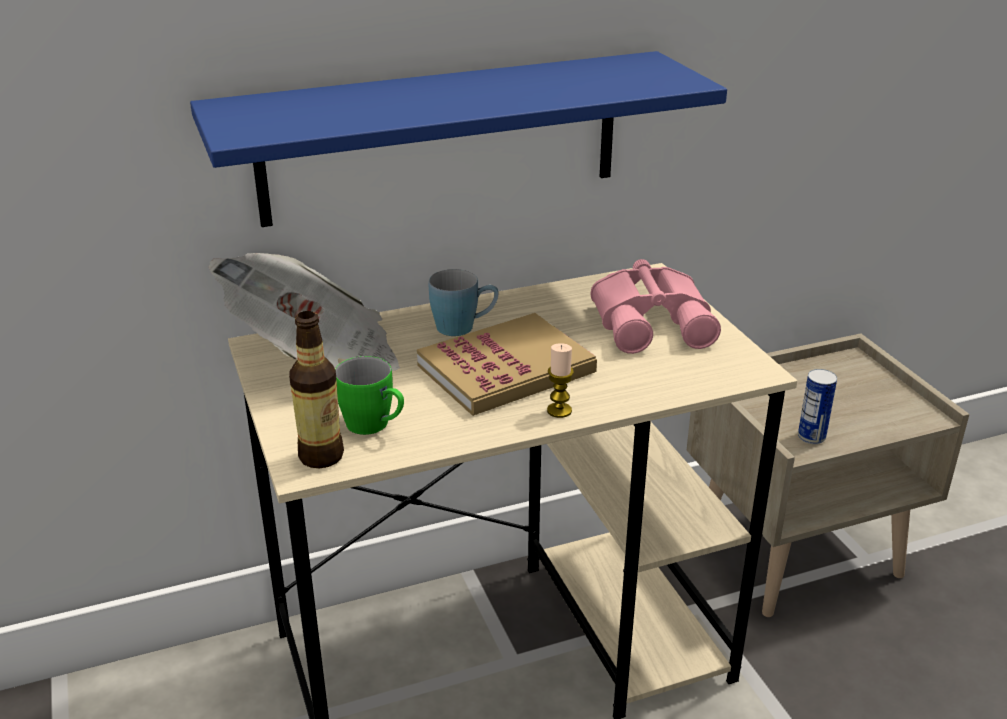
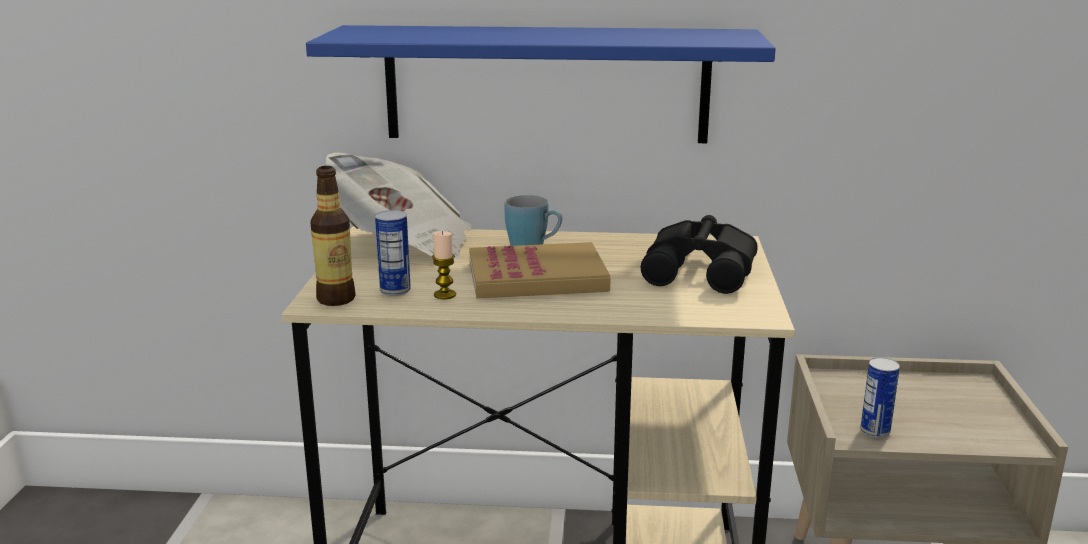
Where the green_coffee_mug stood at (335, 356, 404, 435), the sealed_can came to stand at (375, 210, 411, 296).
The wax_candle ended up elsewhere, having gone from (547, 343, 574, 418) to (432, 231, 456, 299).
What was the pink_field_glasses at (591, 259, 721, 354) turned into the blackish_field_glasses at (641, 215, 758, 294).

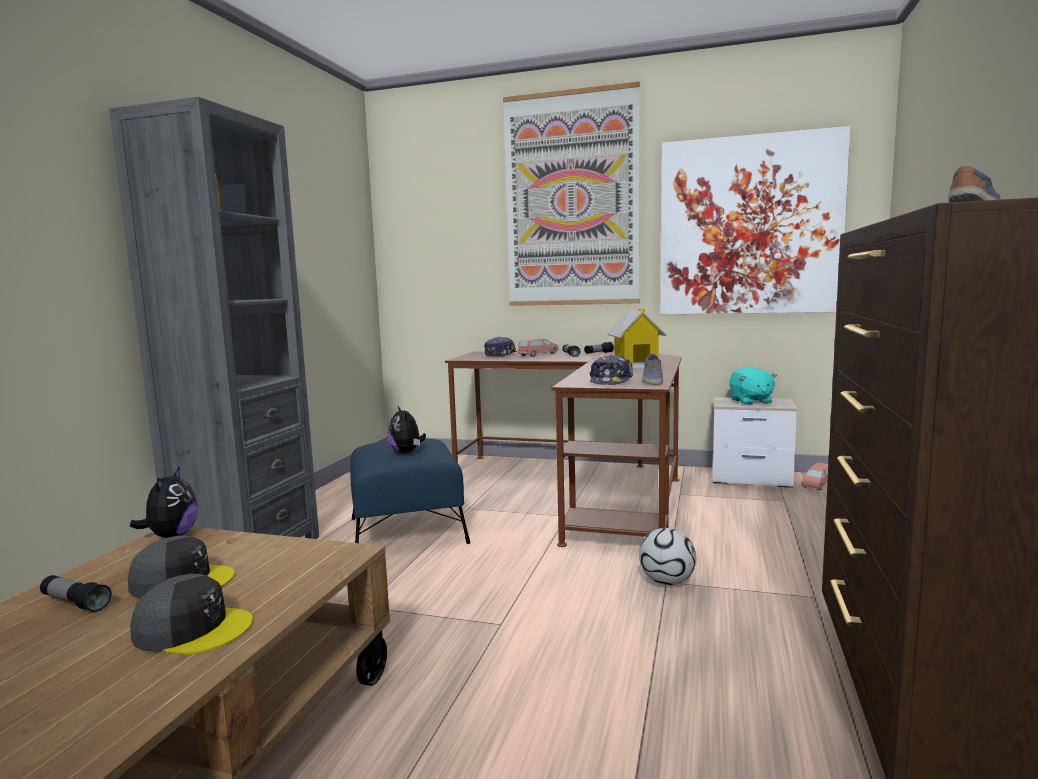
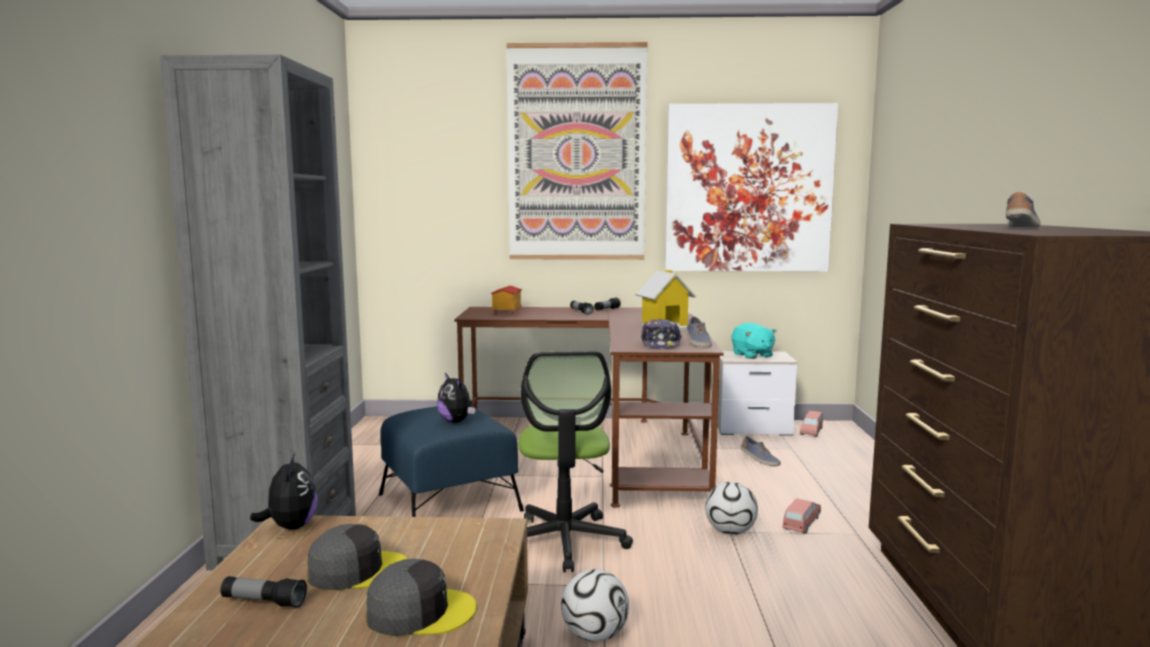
Where the cap stood at (484, 337, 517, 357), the model_house came to stand at (491, 285, 522, 314).
The second view gained the desk_chair at (518, 351, 633, 572).
The second view gained the ball_for_football at (561, 569, 629, 642).
The second view gained the low_shoe at (740, 436, 781, 466).
The pink_toy_car ended up elsewhere, having gone from (518, 338, 559, 357) to (783, 498, 821, 534).

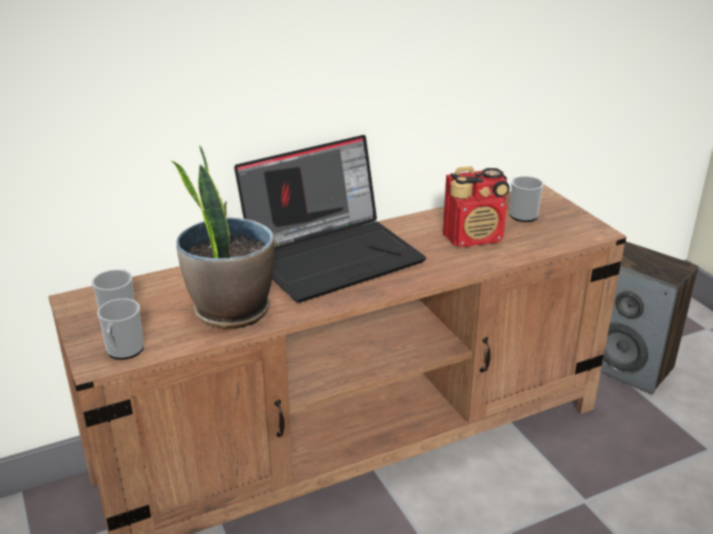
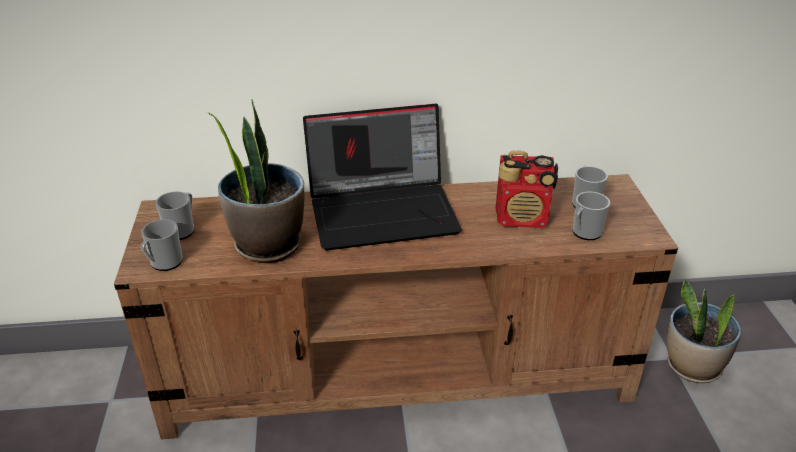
The second view gained the coffee_mug at (572, 192, 610, 240).
Where the speaker stood at (601, 242, 699, 395), the potted_plant came to stand at (667, 279, 741, 383).

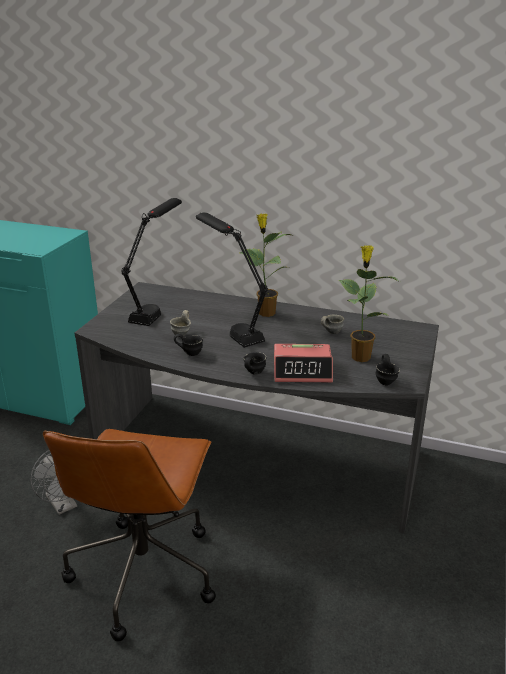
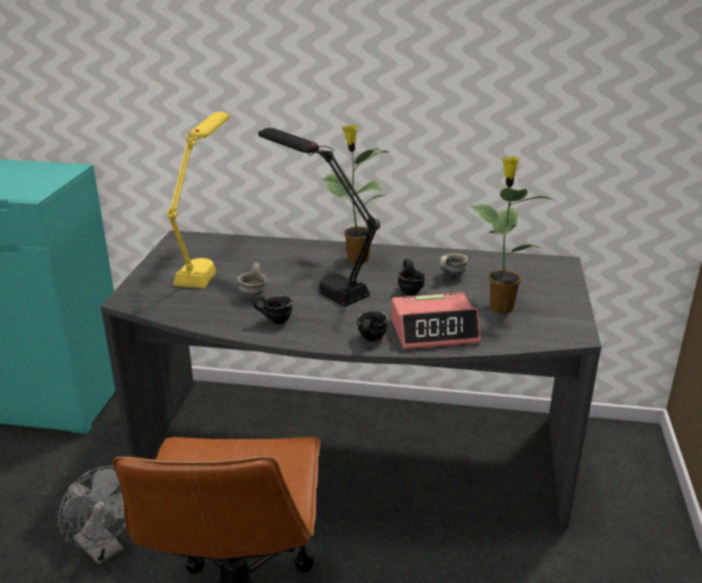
What was the blackish_lamp_for_a_table at (122, 198, 182, 326) turned into the yellow-coloured_lamp_for_a_table at (167, 112, 230, 288).
The blackish_coffee_mug ended up elsewhere, having gone from (376, 354, 400, 385) to (398, 259, 426, 296).

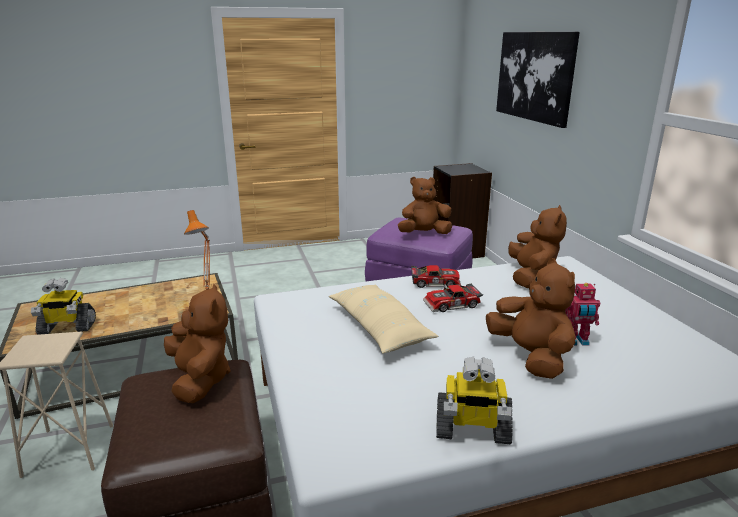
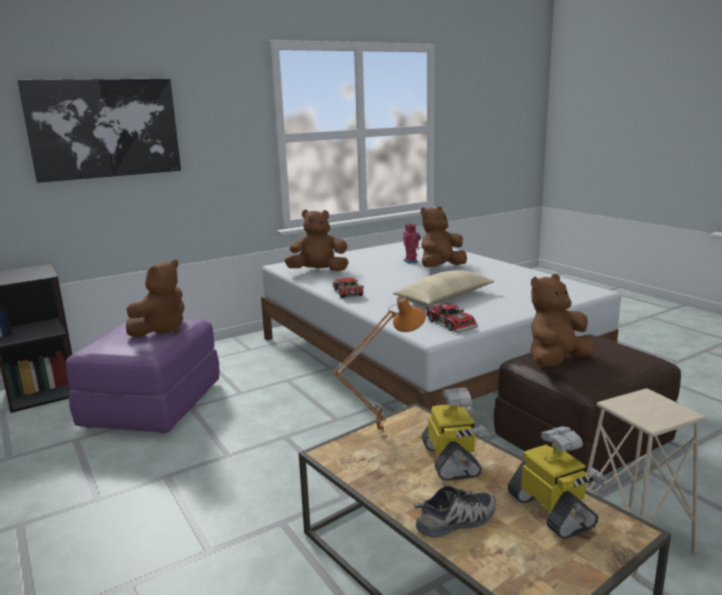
The brown-coloured_plush_toy at (398, 177, 452, 234) ended up facing another way, 120 degrees counterclockwise from before.
The second view gained the low_shoe at (414, 486, 496, 537).
The model_robot ended up elsewhere, having gone from (436, 357, 513, 444) to (422, 388, 490, 481).
The toy_car ended up elsewhere, having gone from (423, 283, 483, 312) to (425, 302, 478, 333).

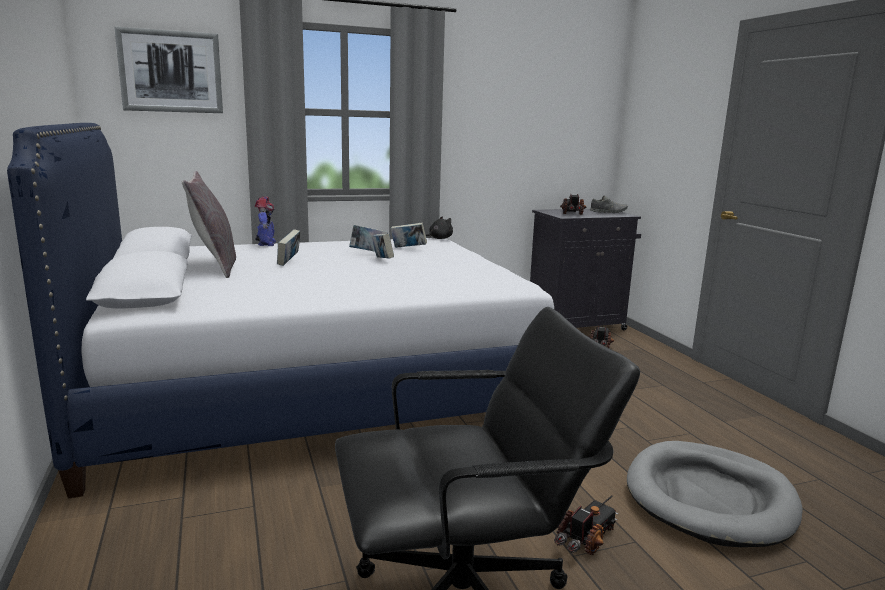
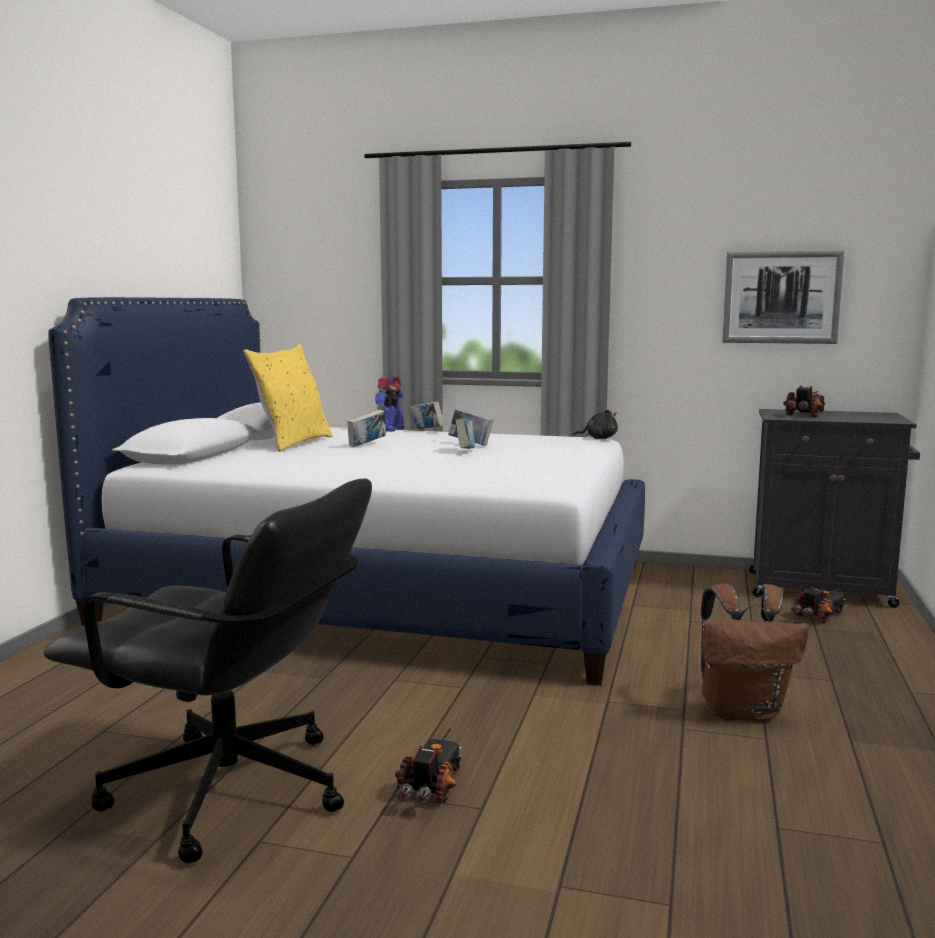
What was the grey_cushion at (182, 171, 236, 278) turned into the yellow-coloured_cushion at (243, 344, 333, 452).
The toy_lorry at (554, 495, 618, 555) ended up facing another way, 60 degrees counterclockwise from before.
The bound_book ended up elsewhere, having gone from (391, 222, 427, 248) to (411, 401, 445, 429).
The second view gained the brown-coloured_knapsack at (701, 583, 809, 721).
The wall_art ended up elsewhere, having gone from (114, 26, 223, 113) to (722, 250, 844, 344).
The second view lost the grey_low_shoe at (590, 196, 628, 213).
The second view lost the grey_dog_bed at (627, 441, 803, 547).

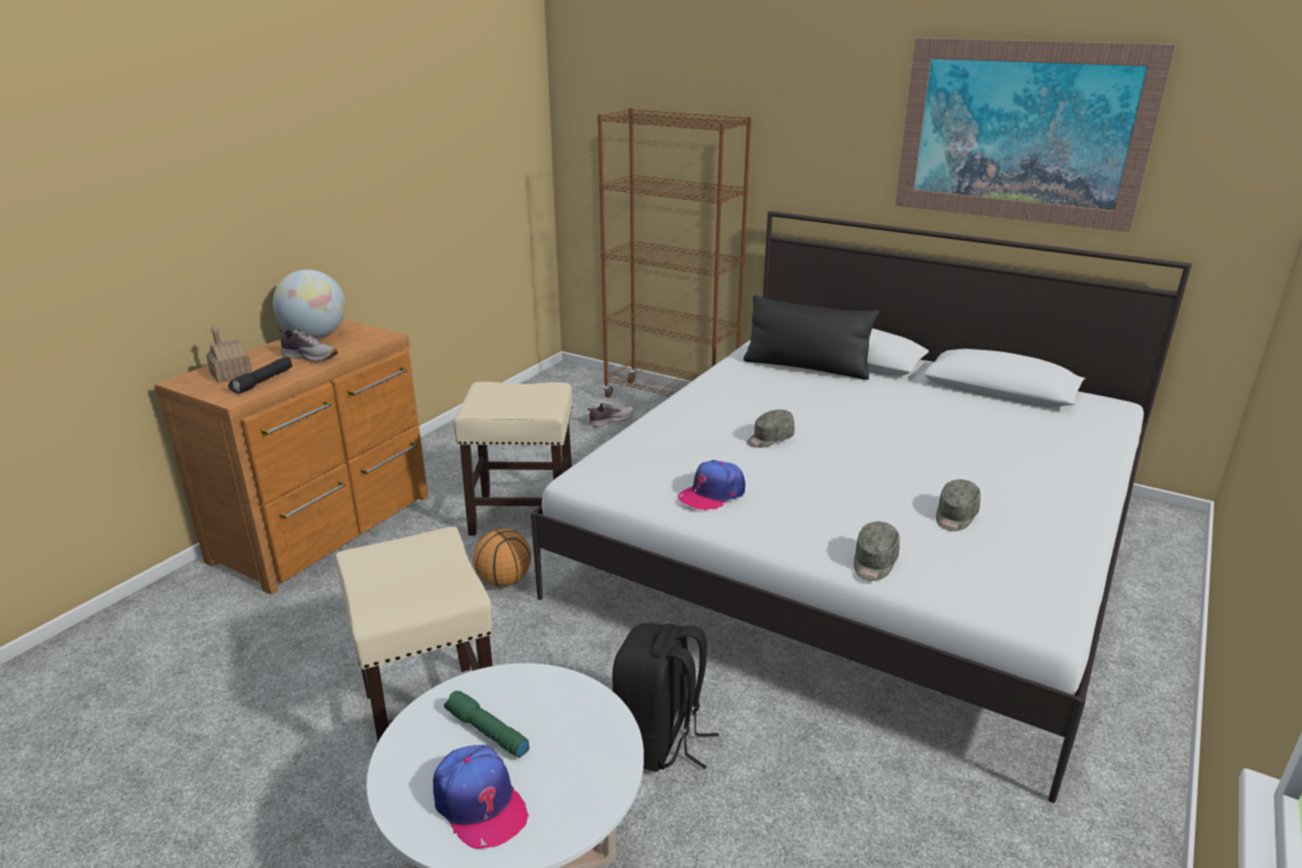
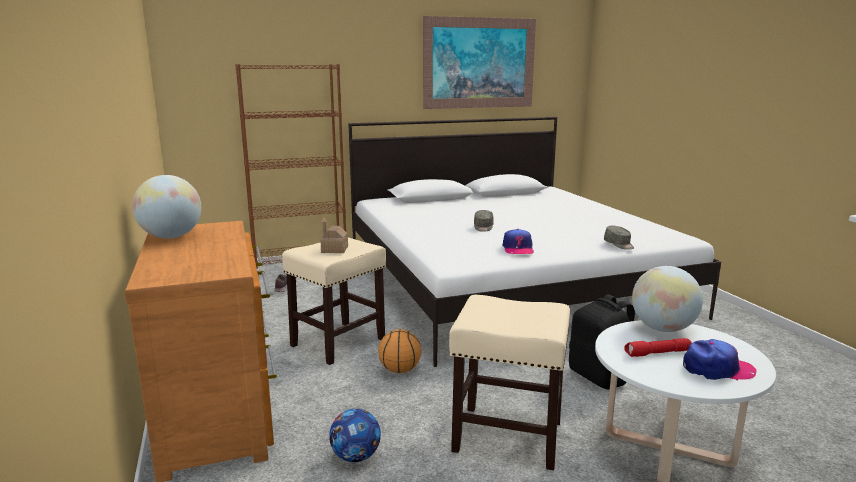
The model_house ended up elsewhere, having gone from (206, 324, 253, 383) to (320, 218, 348, 253).
The second view gained the ball_for_football at (329, 409, 381, 462).
What was the green_flashlight at (444, 691, 529, 758) turned into the red-coloured_flashlight at (624, 338, 692, 357).
The second view gained the world_globe at (632, 266, 703, 332).
The second view lost the blackish_flashlight at (228, 357, 292, 394).
The second view lost the low_shoe at (278, 328, 338, 362).
The second view lost the blackish_cushion at (743, 295, 879, 380).
The second view lost the grey_cap at (936, 479, 981, 531).

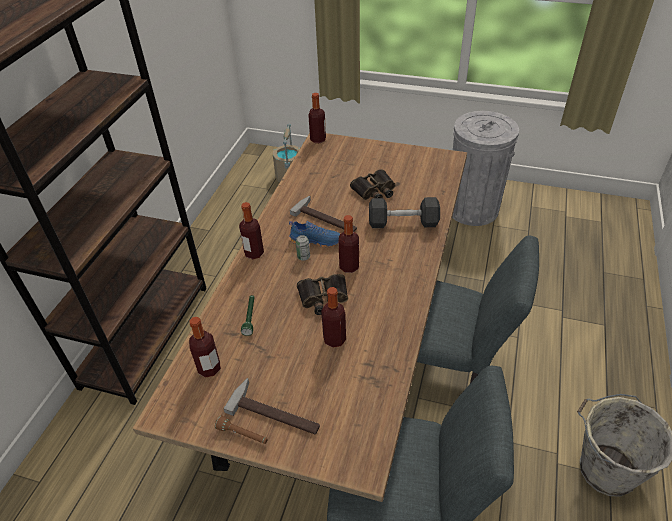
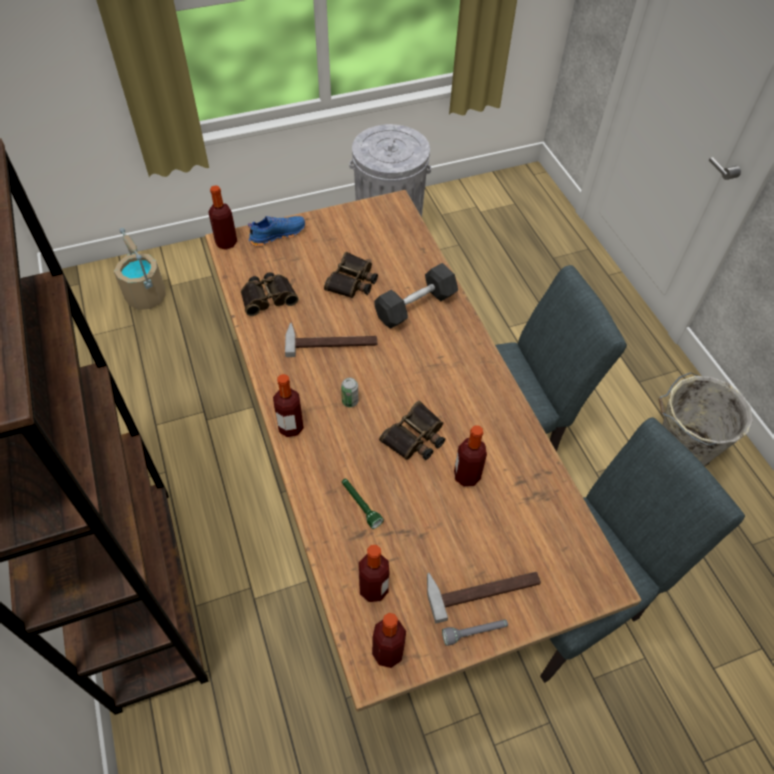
The second view gained the field_glasses at (241, 272, 299, 316).
The bluish_low_shoe ended up elsewhere, having gone from (289, 221, 340, 248) to (248, 216, 305, 247).
The beverage_bottle ended up elsewhere, having gone from (338, 215, 359, 273) to (372, 613, 406, 668).
What was the brown-coloured_flashlight at (215, 416, 268, 444) turned into the grey_flashlight at (442, 620, 508, 646).

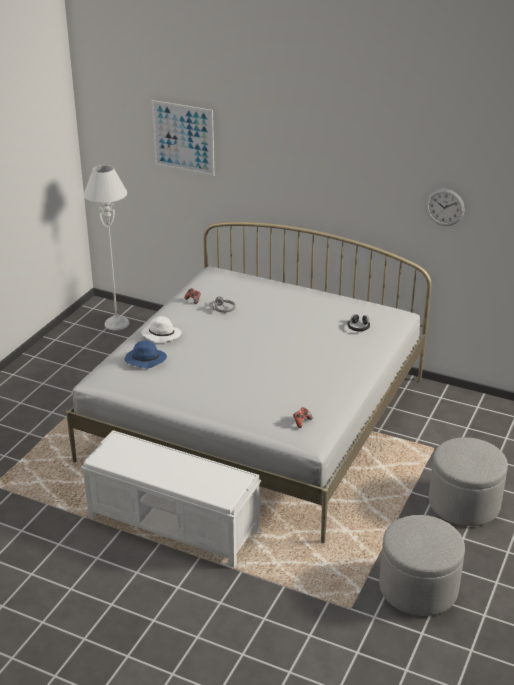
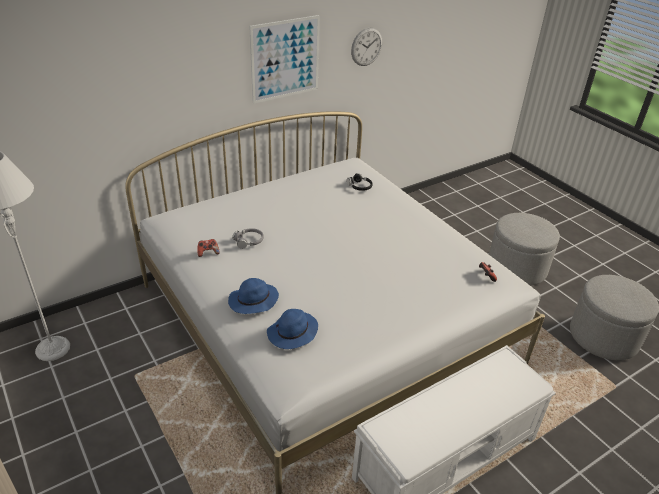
What was the white-coloured_clothing_hat at (142, 316, 182, 343) turned into the bluish_clothing_hat at (228, 278, 279, 314).
The wall_art ended up elsewhere, having gone from (151, 100, 214, 176) to (249, 15, 320, 104).

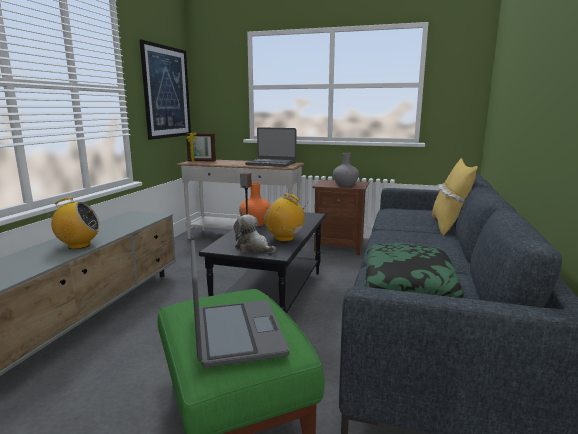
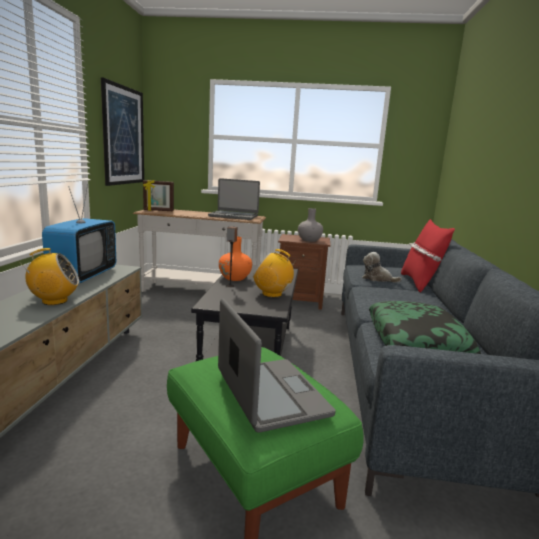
The second view gained the television at (42, 184, 116, 283).
The plush_toy ended up elsewhere, having gone from (234, 214, 276, 253) to (362, 252, 402, 283).
What was the yellow-coloured_cushion at (432, 158, 478, 236) turned into the red-coloured_cushion at (401, 219, 455, 293).

